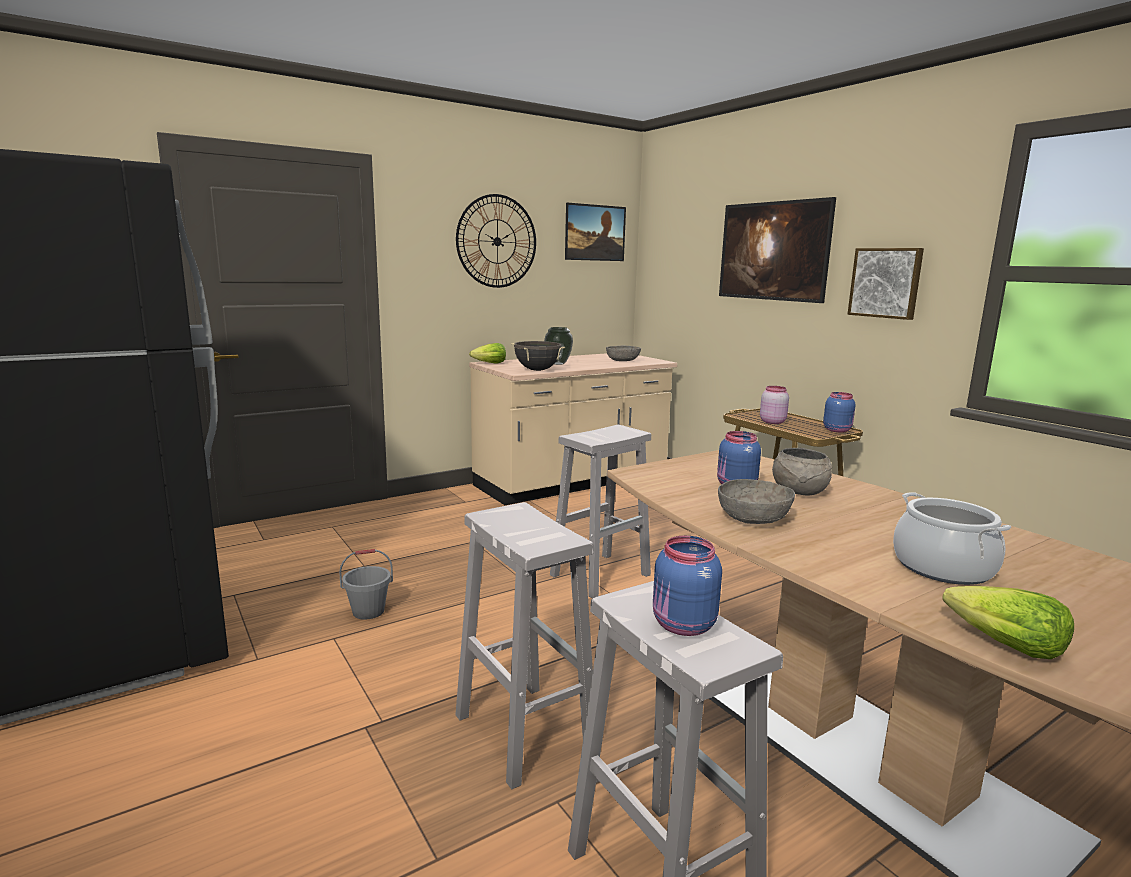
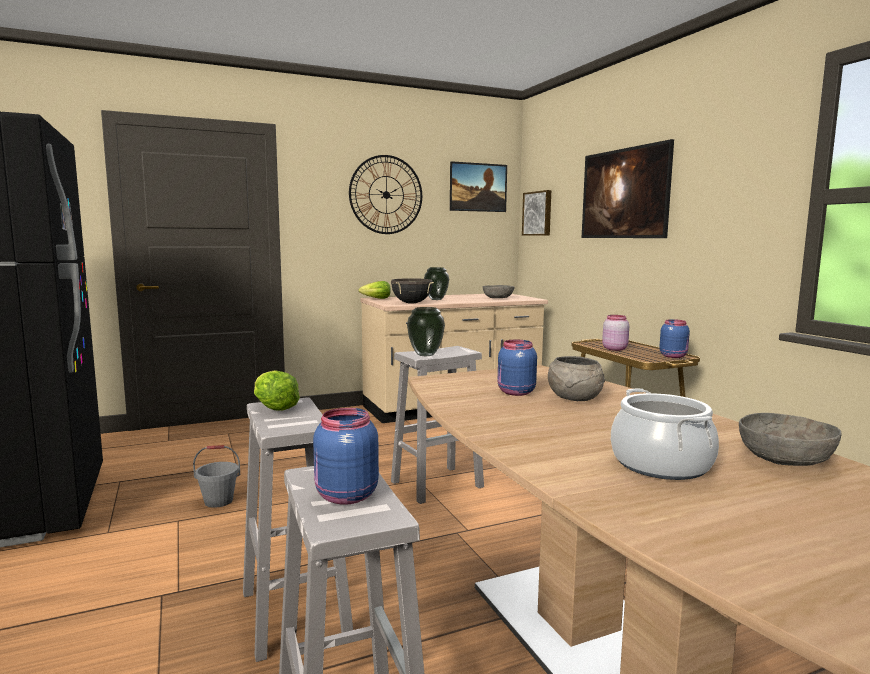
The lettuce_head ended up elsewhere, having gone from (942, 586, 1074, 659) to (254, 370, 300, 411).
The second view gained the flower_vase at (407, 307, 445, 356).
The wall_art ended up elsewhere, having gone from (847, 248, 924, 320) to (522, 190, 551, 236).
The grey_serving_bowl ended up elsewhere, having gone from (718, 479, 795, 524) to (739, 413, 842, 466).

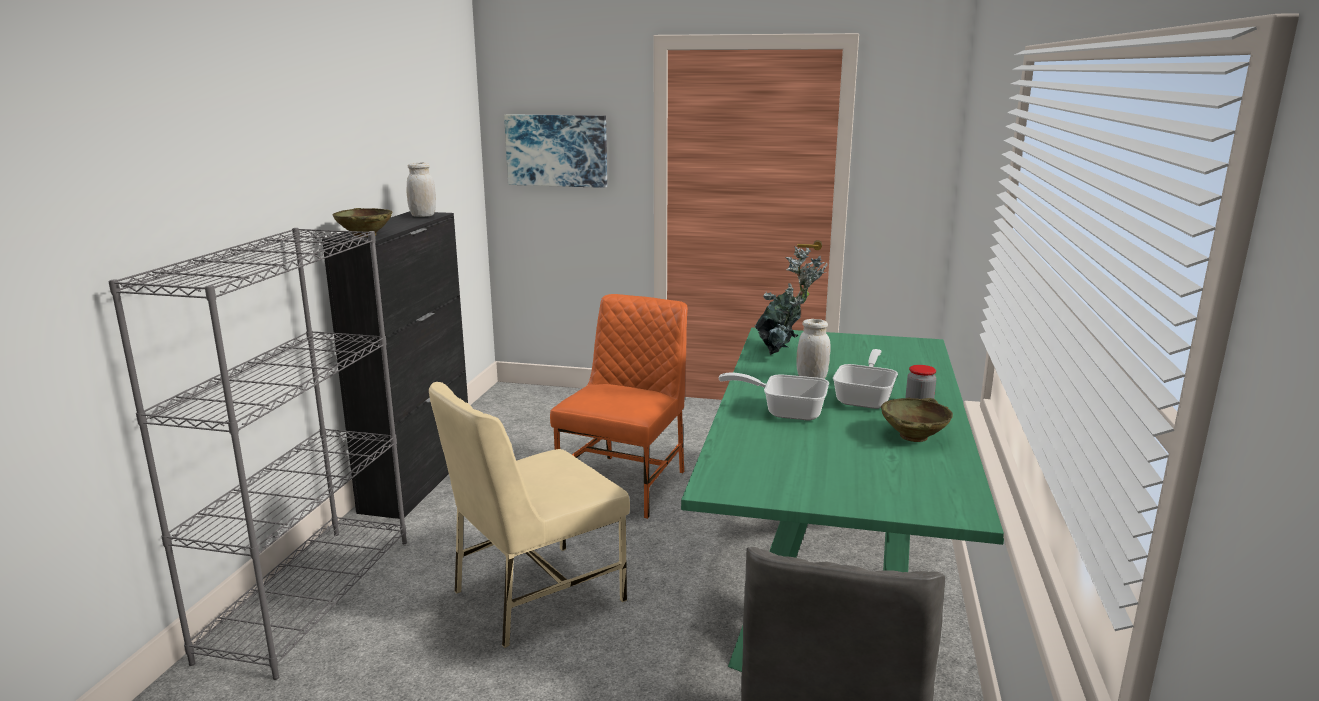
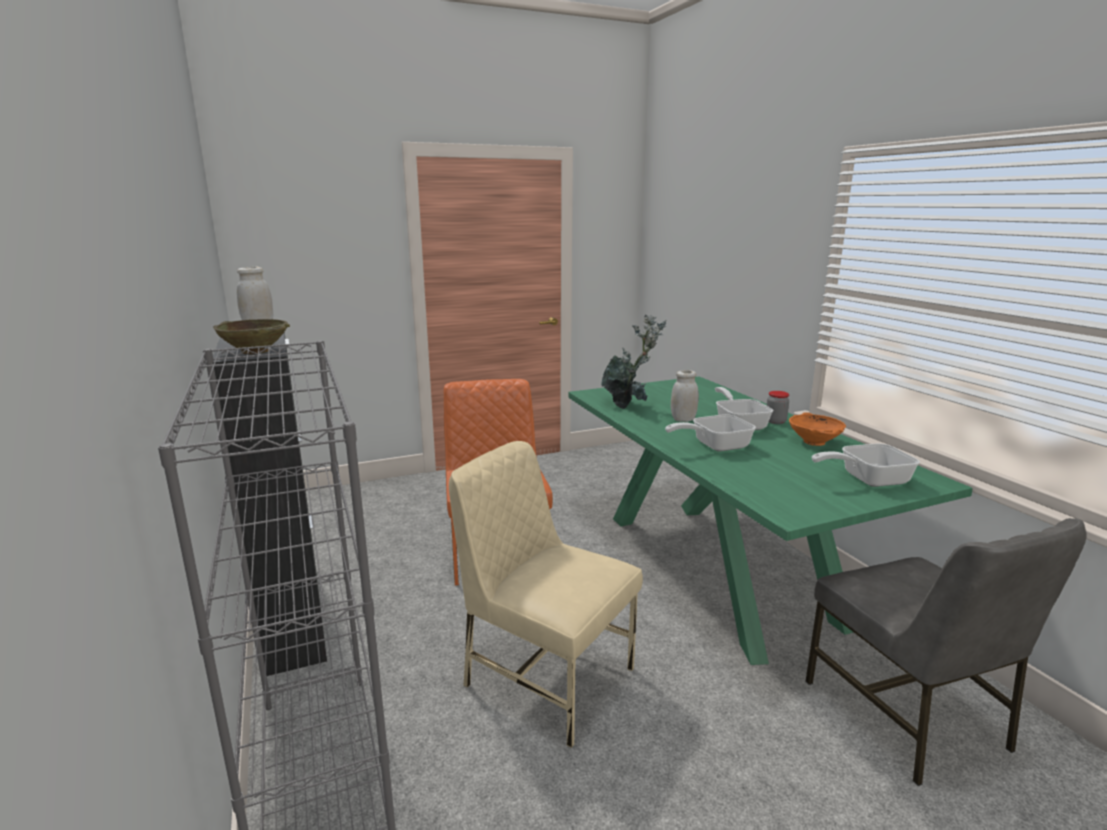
The sand-coloured_plain_chair at (429, 382, 630, 648) ended up facing another way, 105 degrees clockwise from before.
What was the sand-coloured_serving_bowl at (881, 398, 953, 442) turned into the orange-coloured_serving_bowl at (789, 412, 846, 446).
The second view gained the pan at (812, 444, 920, 487).
The second view lost the wall_art at (504, 114, 607, 188).

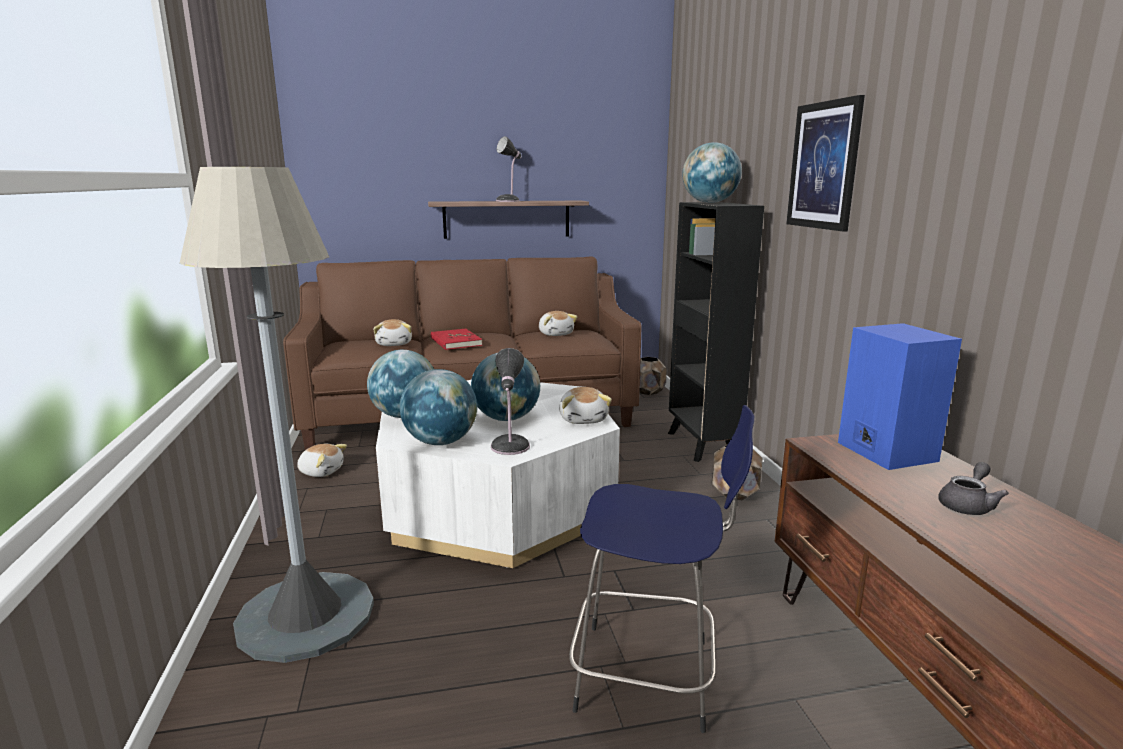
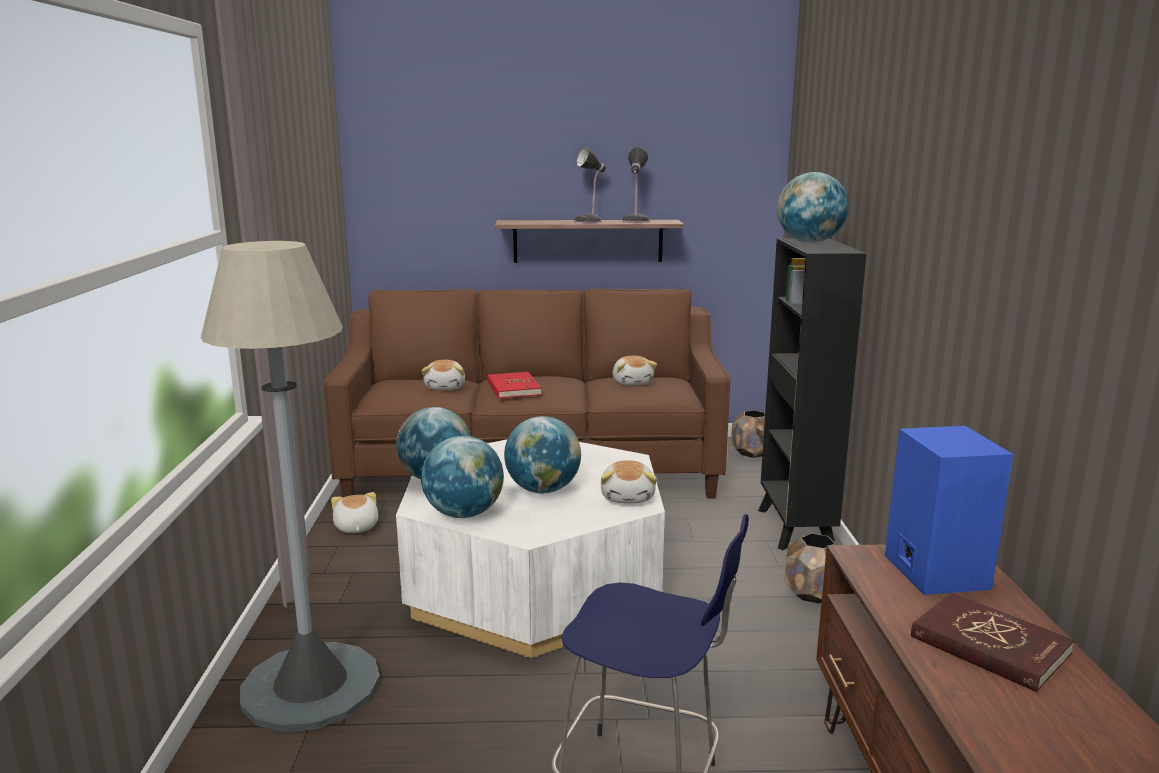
The plush_toy at (297, 444, 347, 477) ended up facing another way, 135 degrees counterclockwise from before.
The lamp_for_a_table ended up elsewhere, having gone from (491, 348, 530, 455) to (622, 147, 650, 223).
Where the grey_pot_for_tea stood at (938, 462, 1009, 515), the red-coloured_bound_book came to stand at (911, 592, 1075, 692).
The second view lost the wall_art at (786, 95, 865, 231).

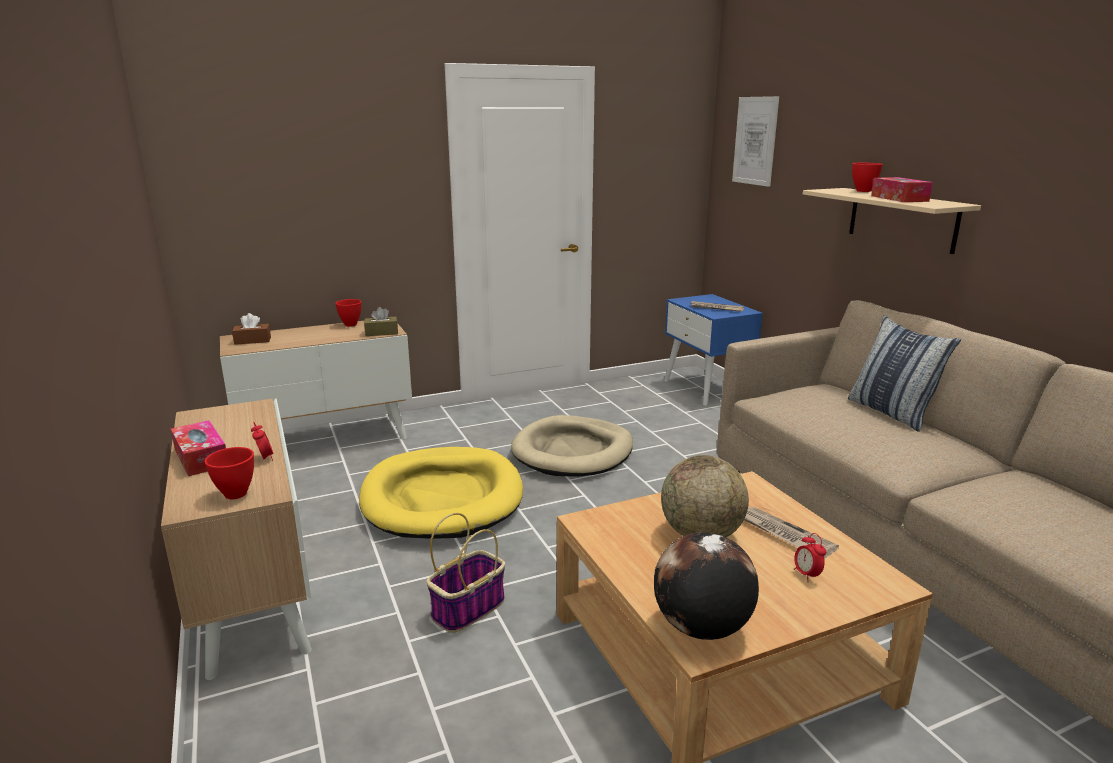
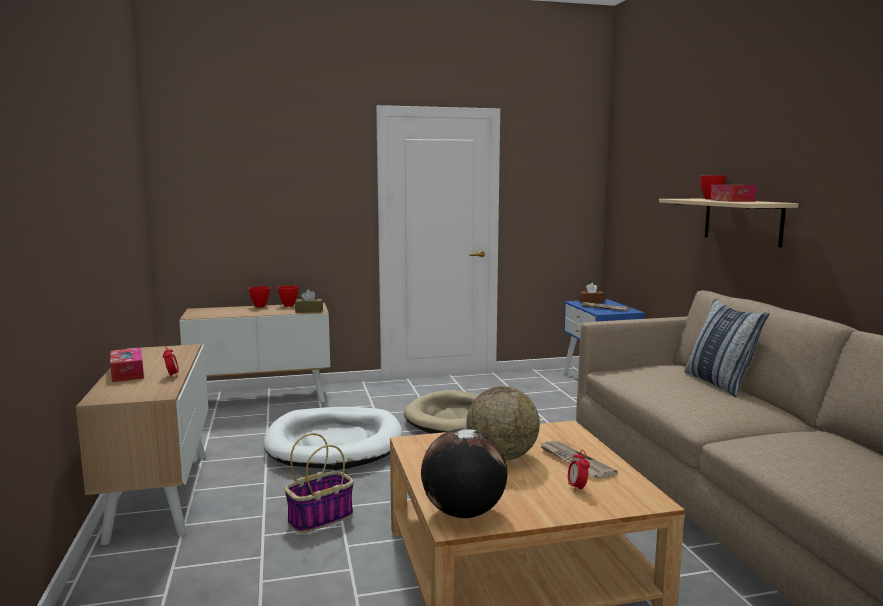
The red-coloured_serving_bowl ended up elsewhere, having gone from (205, 447, 254, 499) to (249, 286, 270, 308).
What was the yellow-coloured_dog_bed at (359, 447, 523, 539) turned into the white-coloured_dog_bed at (263, 407, 402, 470).
The brown-coloured_box_of_tissues ended up elsewhere, having gone from (232, 313, 271, 345) to (579, 283, 605, 303).
The second view lost the wall_art at (732, 96, 779, 187).

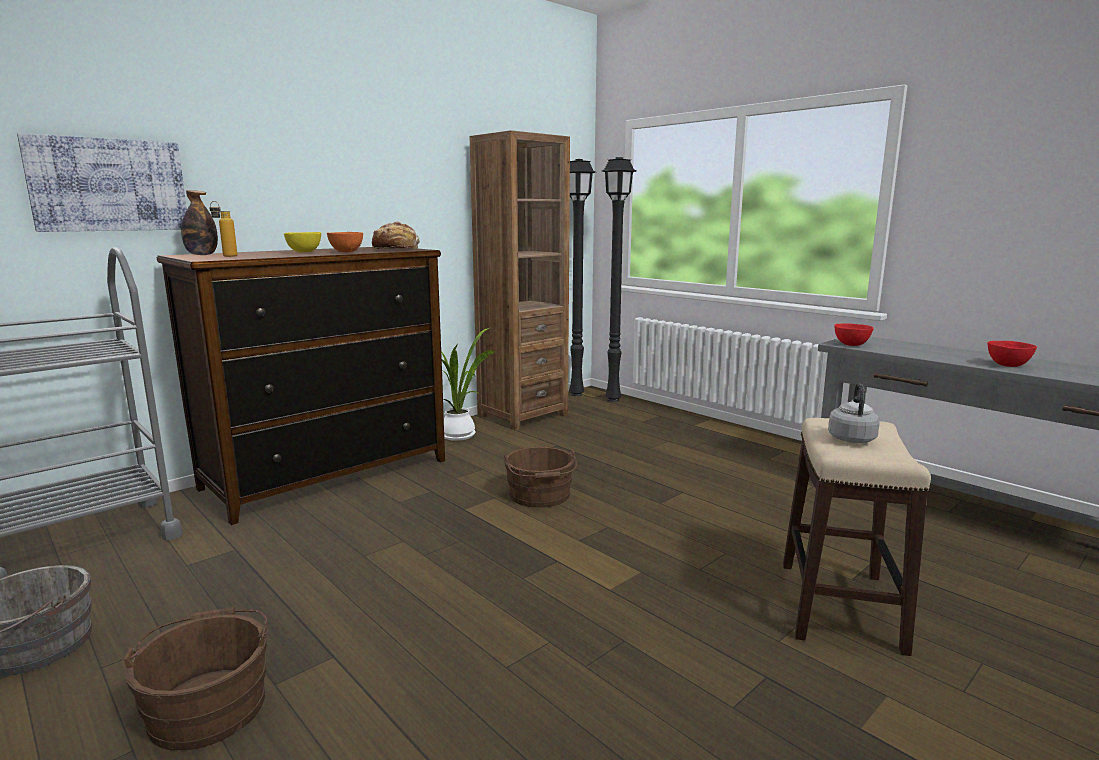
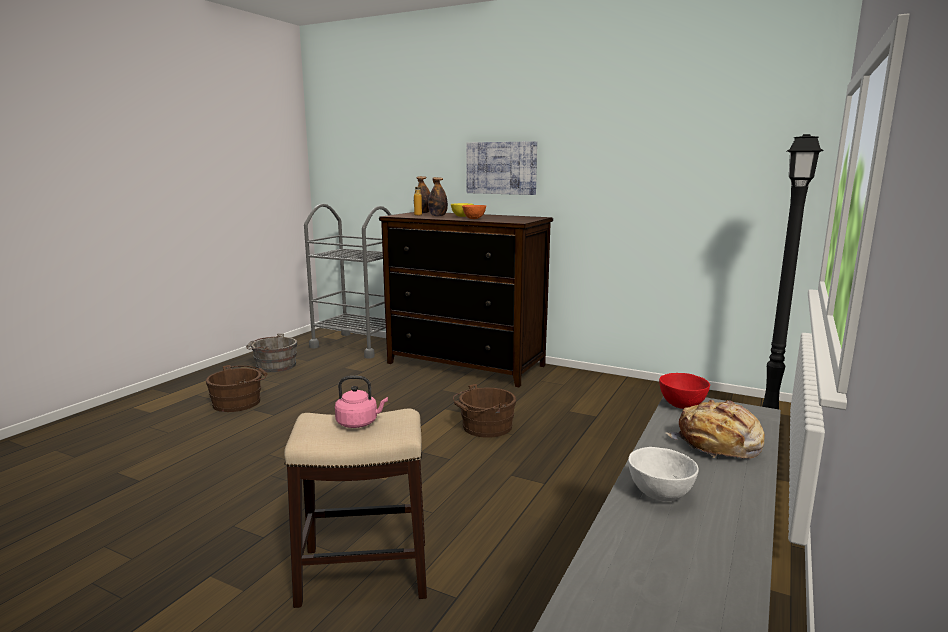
What was the grey_water_kettle at (828, 383, 880, 443) turned into the pink_water_kettle at (335, 376, 388, 428).
The second view gained the beverage_bottle at (428, 177, 448, 216).
The wall_art ended up elsewhere, having gone from (17, 133, 187, 232) to (466, 141, 537, 195).
What was the red-coloured_serving_bowl at (987, 341, 1037, 367) turned into the white-coloured_serving_bowl at (628, 447, 699, 501).
The bakery_bread ended up elsewhere, having gone from (372, 222, 420, 249) to (666, 400, 765, 459).
The second view lost the potted_plant at (441, 328, 495, 441).
The second view lost the brown-coloured_bookcase at (470, 130, 570, 430).
The second view lost the blackish_standard_lamp at (569, 159, 596, 396).

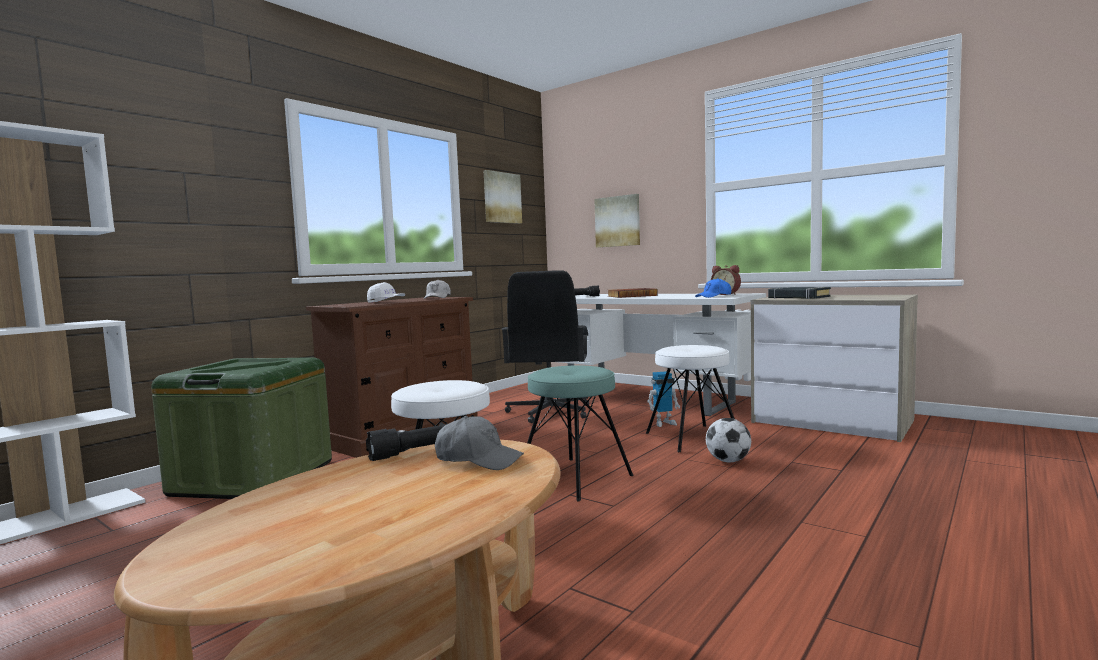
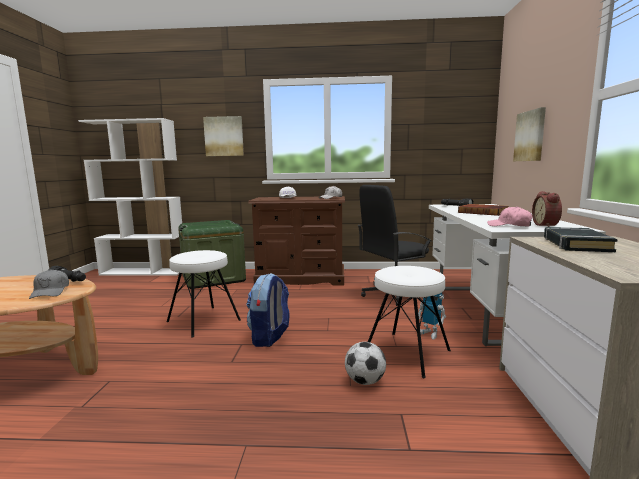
The wall_art ended up elsewhere, having gone from (484, 170, 522, 224) to (203, 116, 244, 156).
Where the turquoise-coloured_sitting_stool stood at (527, 365, 634, 501), the knapsack came to stand at (246, 273, 289, 347).
What was the bluish_cap at (695, 278, 731, 298) turned into the pink_cap at (487, 206, 533, 227).

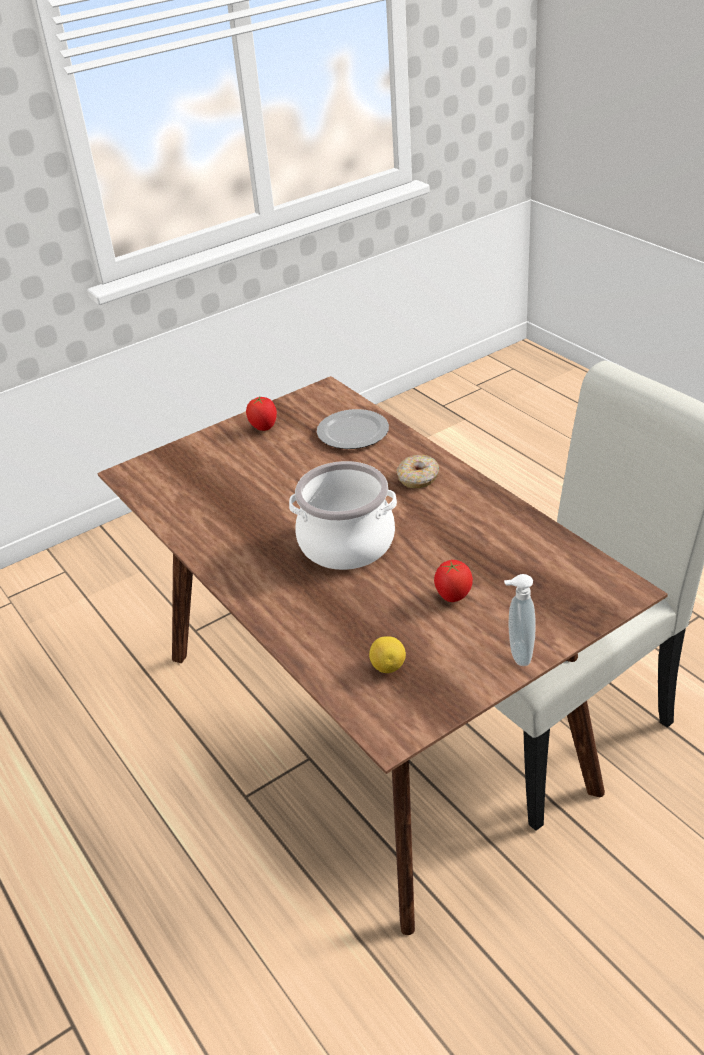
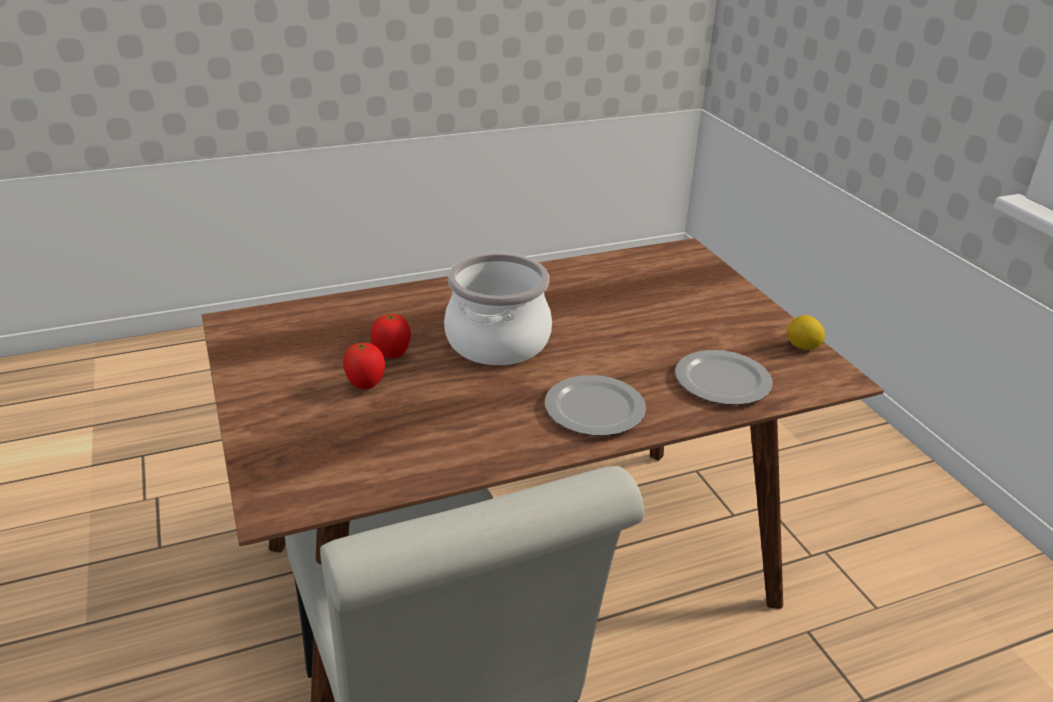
The tomato ended up elsewhere, having gone from (246, 397, 277, 431) to (371, 314, 411, 359).
Where the ring_doughnut stood at (396, 455, 439, 488), the flat_dish came to stand at (545, 375, 646, 436).
The citrus_fruit ended up elsewhere, having gone from (369, 636, 406, 673) to (787, 315, 825, 350).
The second view lost the liquid_soap_bottle at (504, 574, 536, 666).

